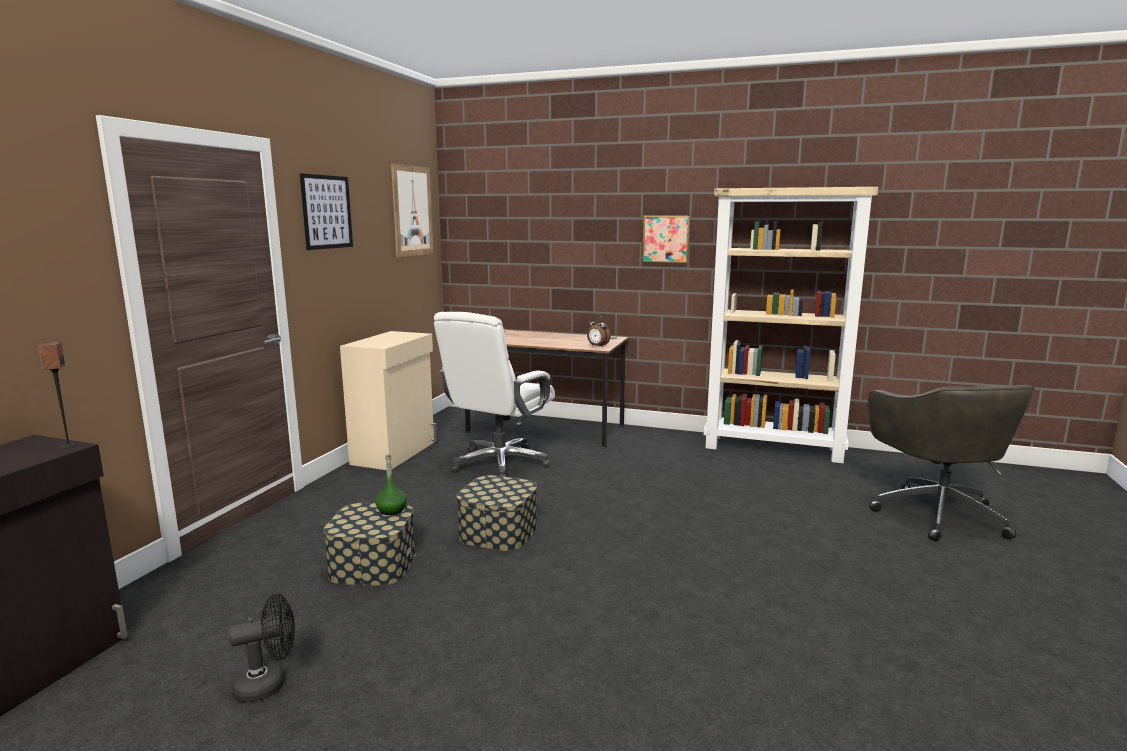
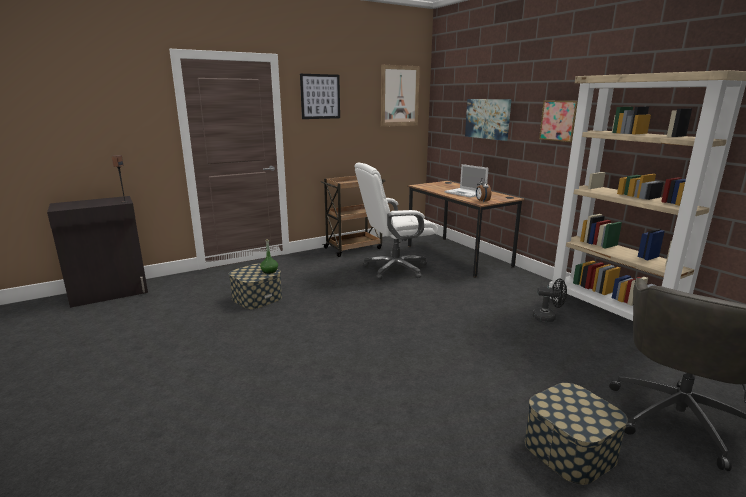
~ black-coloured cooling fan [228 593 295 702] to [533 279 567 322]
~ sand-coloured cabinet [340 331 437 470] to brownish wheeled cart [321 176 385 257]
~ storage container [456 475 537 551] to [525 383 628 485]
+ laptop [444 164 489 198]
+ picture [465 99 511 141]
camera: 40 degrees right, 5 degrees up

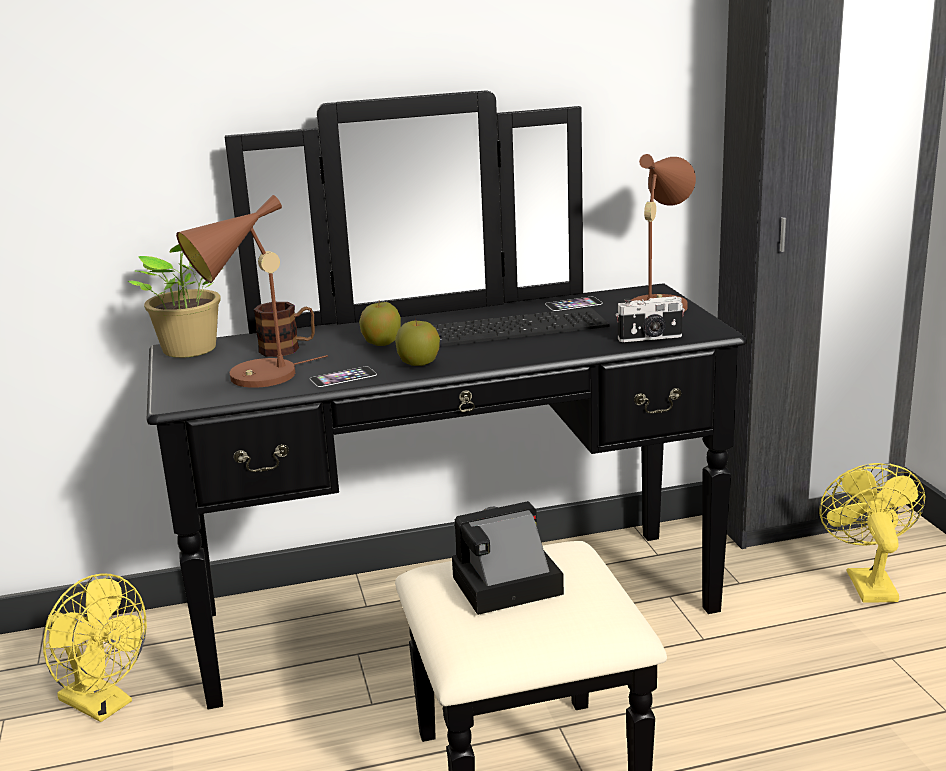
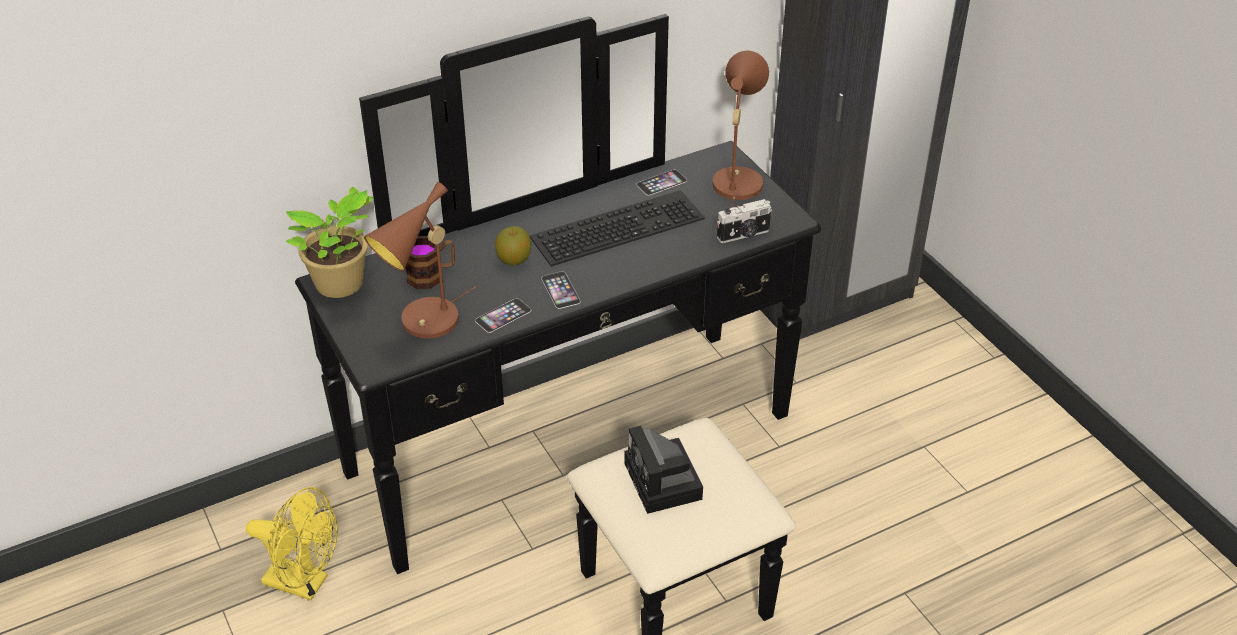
~ apple fruit [395 318 440 366] to handset [541 271 581 309]
~ still camera [452 501 564 615] = [624 426 703 514] 75 degrees counterclockwise
- yellow cooling fan [820 463 925 603]
camera: 15 degrees left, 20 degrees up

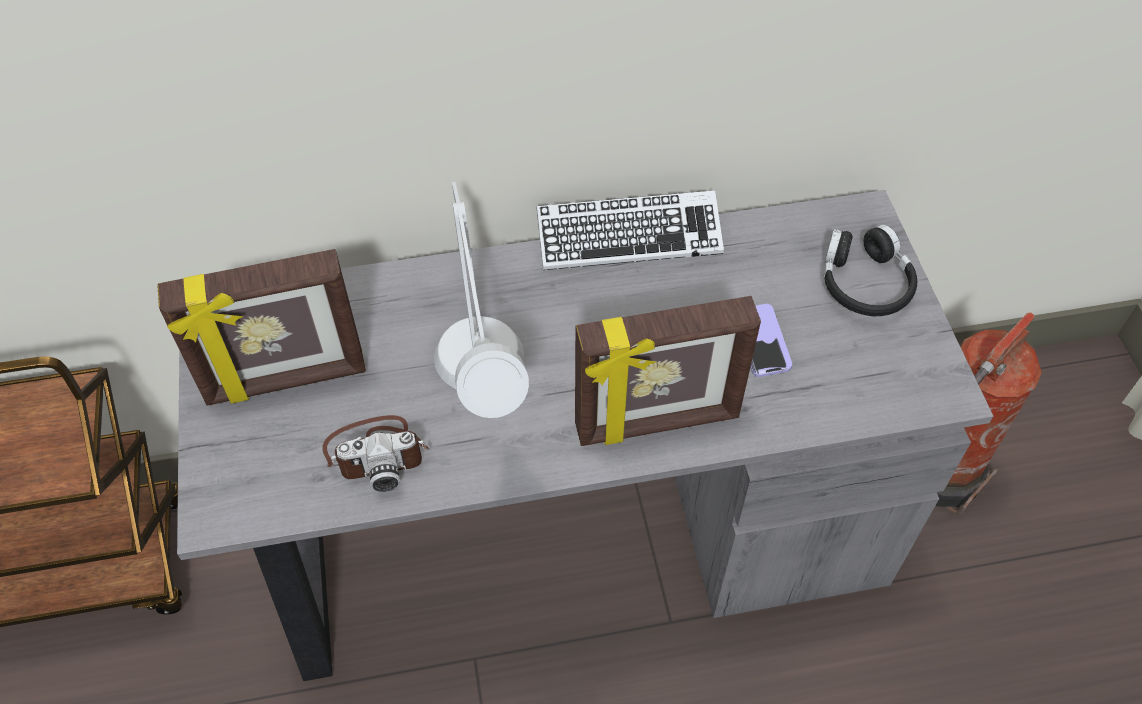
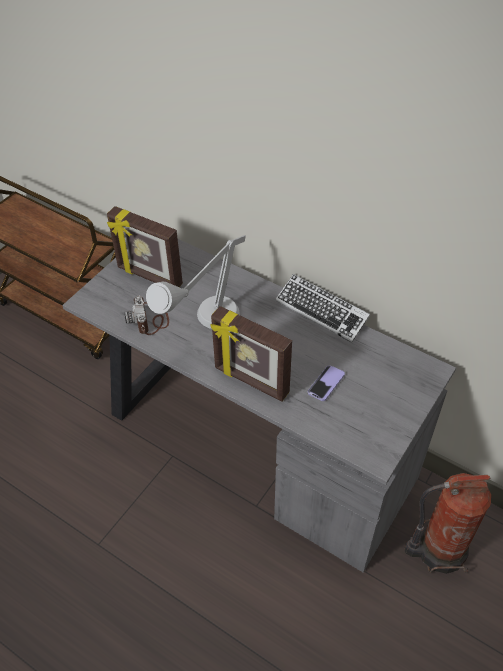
~ still camera [322 415 430 492] = [124 296 169 335] 45 degrees clockwise
- black-coloured headset [824 225 917 316]
camera: 45 degrees right, 5 degrees down

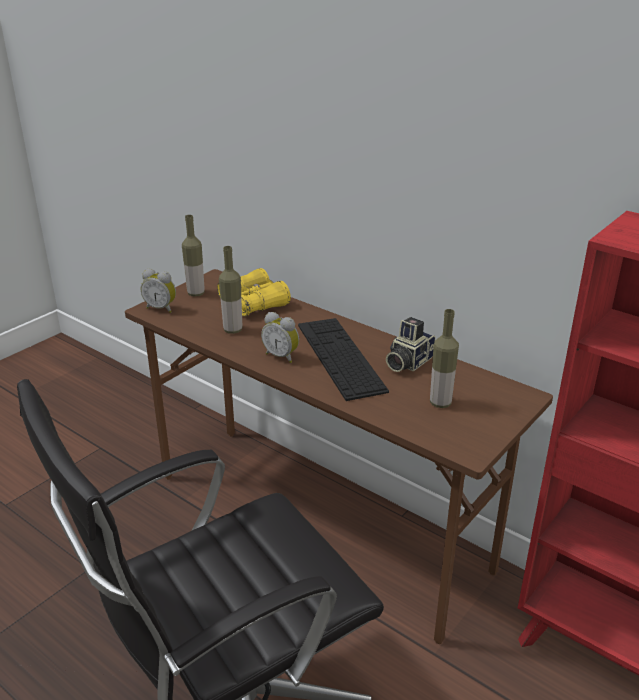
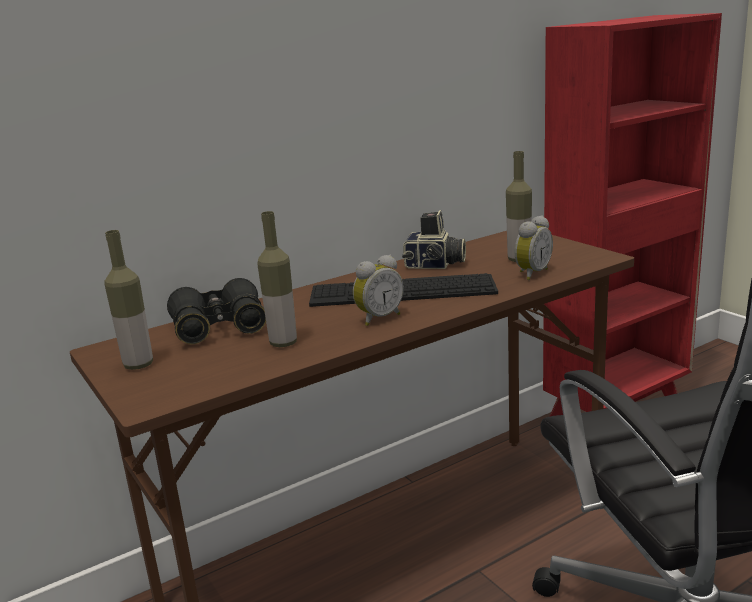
~ alarm clock [141 269 176 313] to [514 215 553 280]
~ yellow binoculars [217 268 291 317] to black-coloured binoculars [167 278 266 344]
~ still camera [386 317 436 372] = [402 210 466 269] 45 degrees counterclockwise
camera: 70 degrees left, 10 degrees down

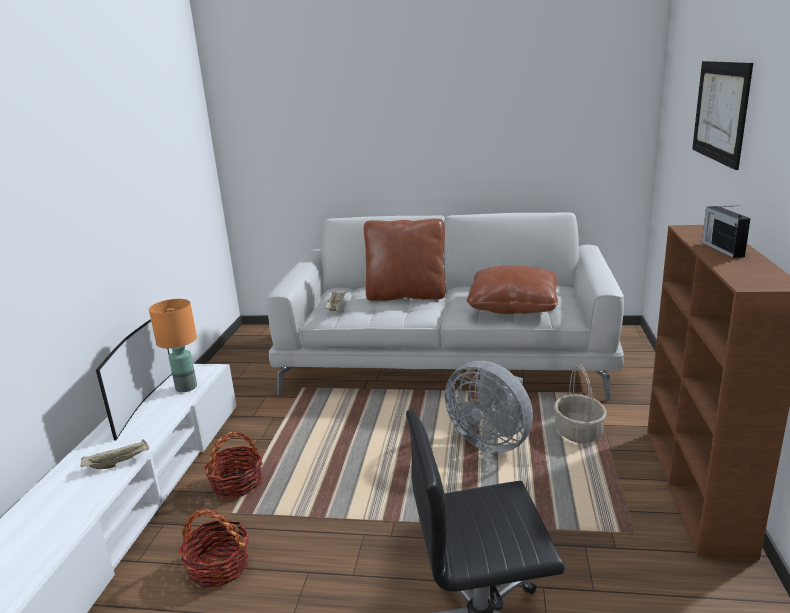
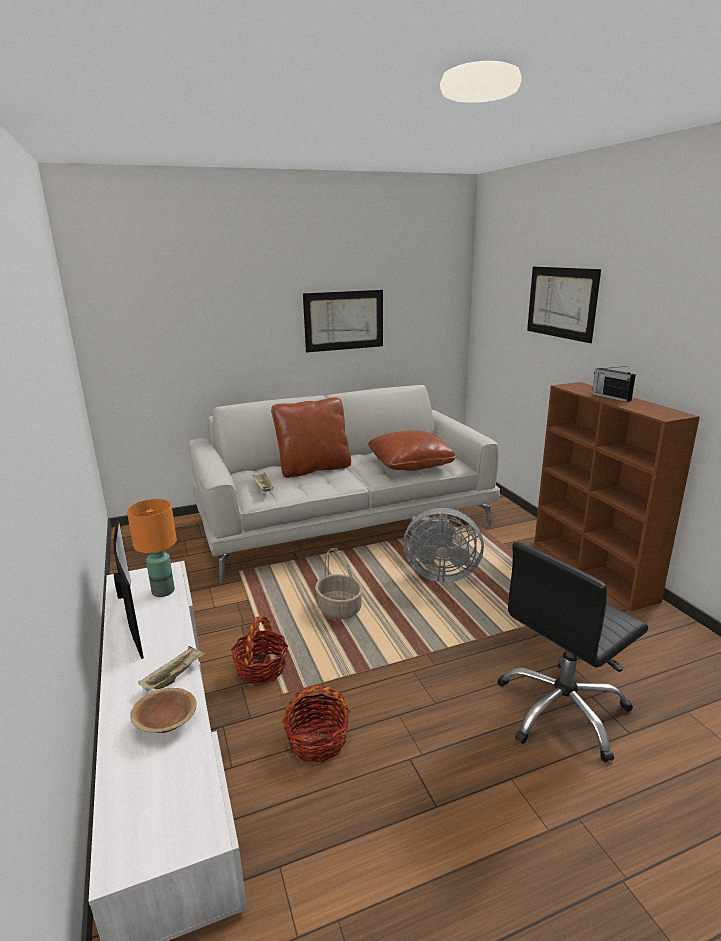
~ basket [554 364 607 443] to [315 548 363 619]
+ brownish deep dish [130 688 197 733]
+ picture [303 290 383 353]
camera: 30 degrees left, 0 degrees up

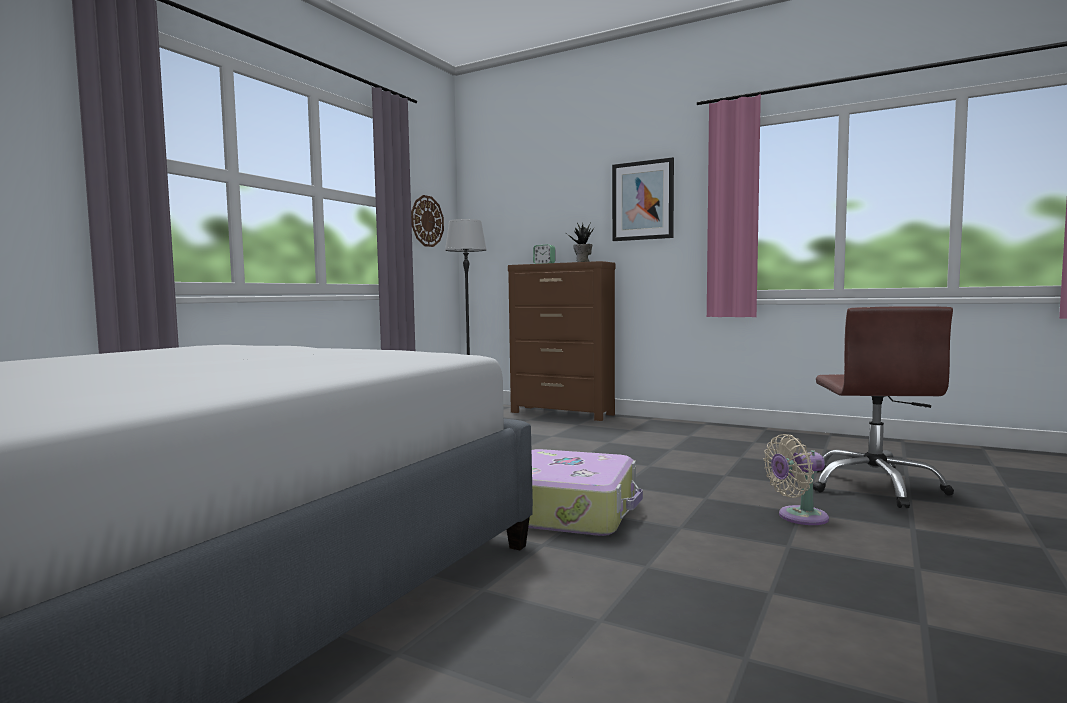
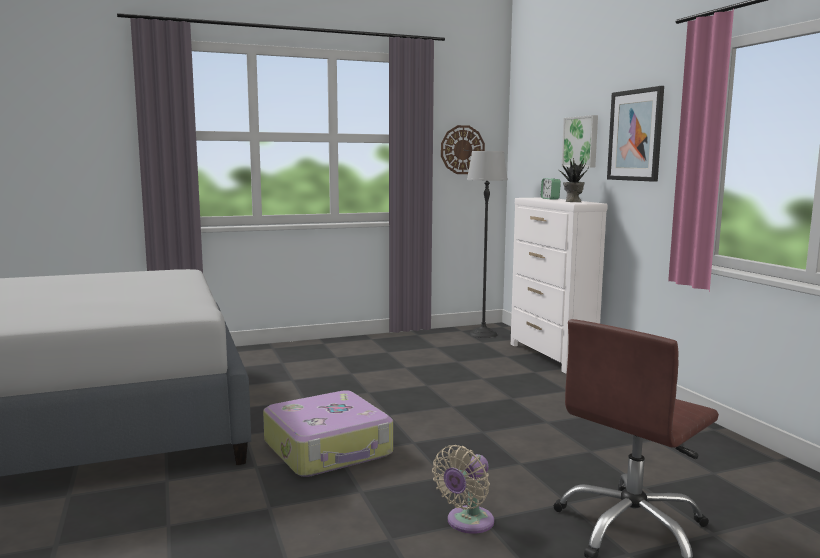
~ brownish dresser [508 261 615 421] to whitish dresser [511 198 608 374]
~ sand-coloured cooling fan [764 434 829 525] = [432 445 494 534] 75 degrees counterclockwise
+ picture [562 115 598 168]
camera: 40 degrees right, 5 degrees up

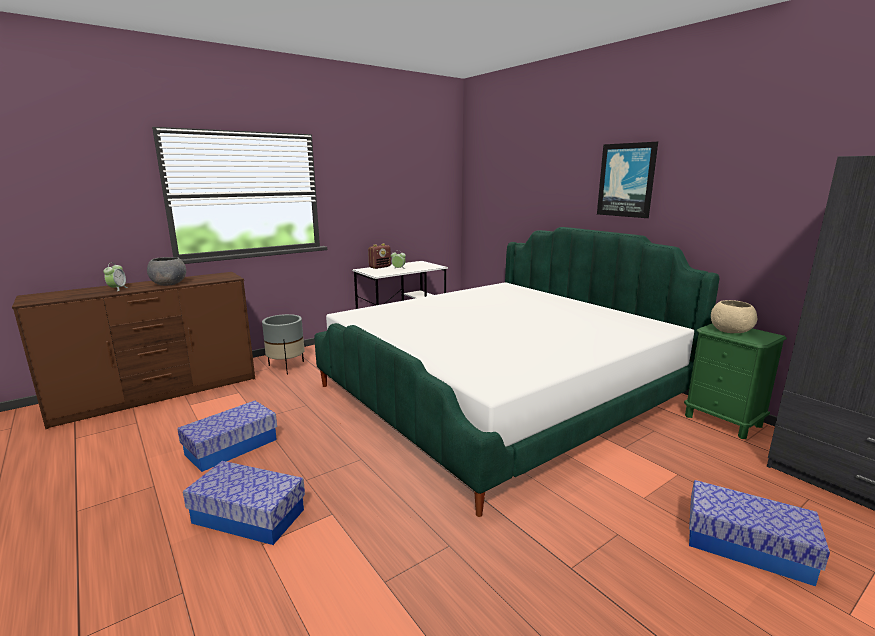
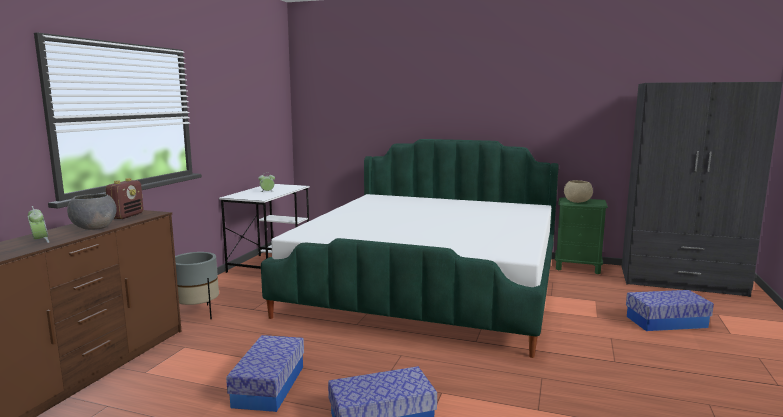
~ radio receiver [368 244 391 269] to [105 178 144 219]
- picture [597 142 658 218]
camera: 35 degrees left, 5 degrees down

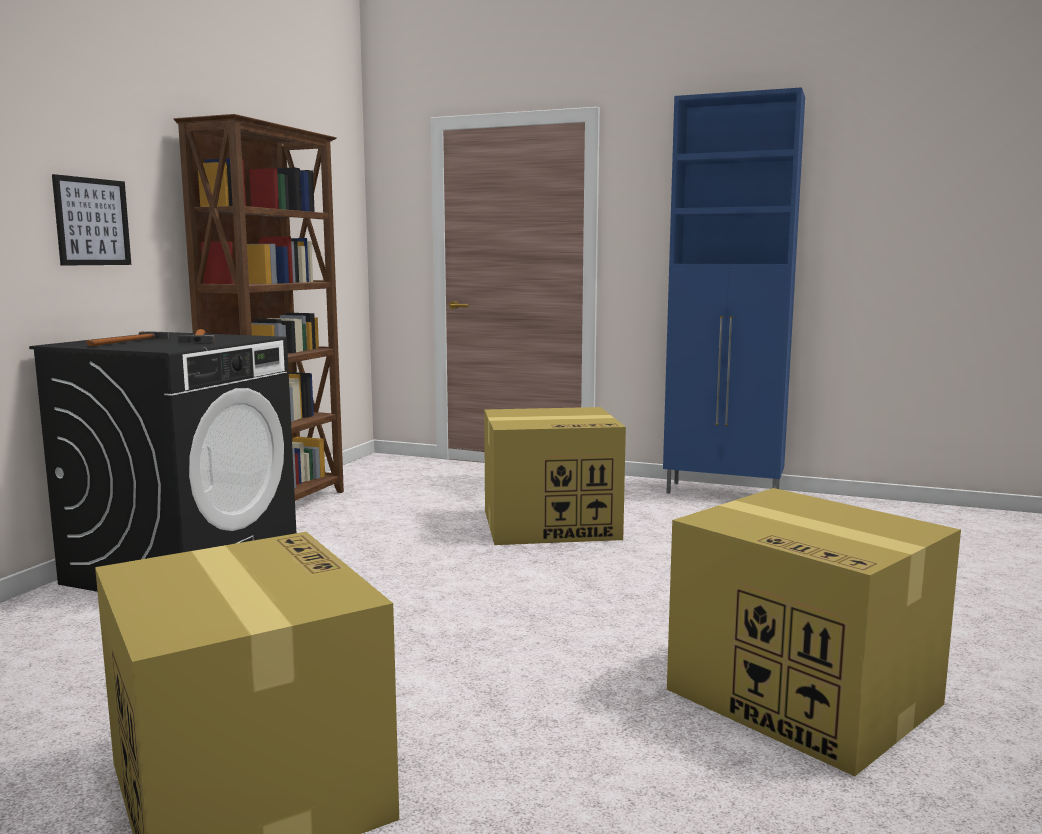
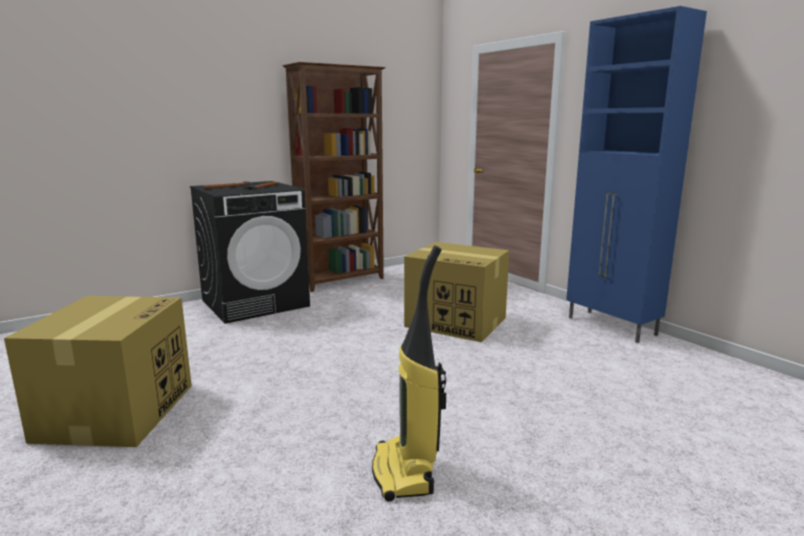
- picture [52 174 131 266]
~ carton [667 488 961 776] to vacuum [372 245 446 502]
camera: 35 degrees right, 5 degrees up

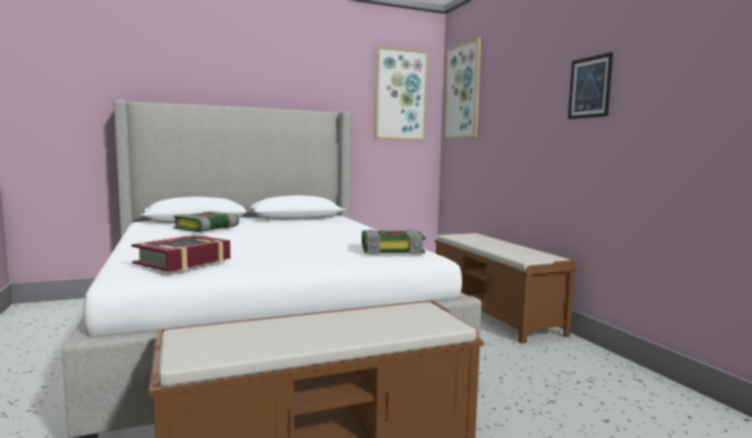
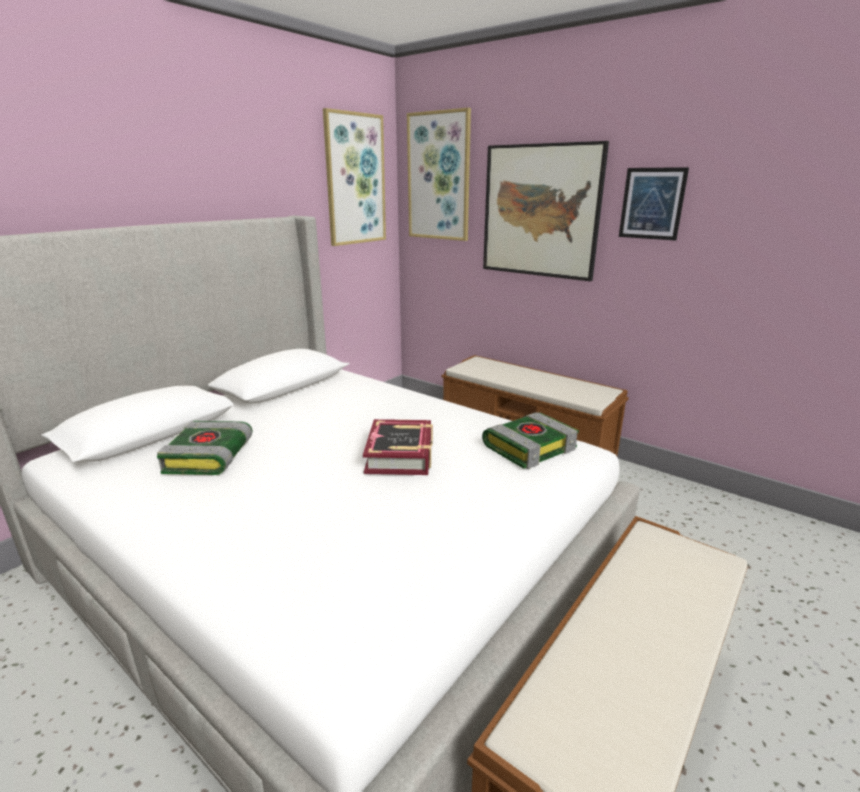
~ bound book [132 235 231 272] to [363 419 433 475]
+ picture [483 141 609 281]
camera: 30 degrees left, 15 degrees up

